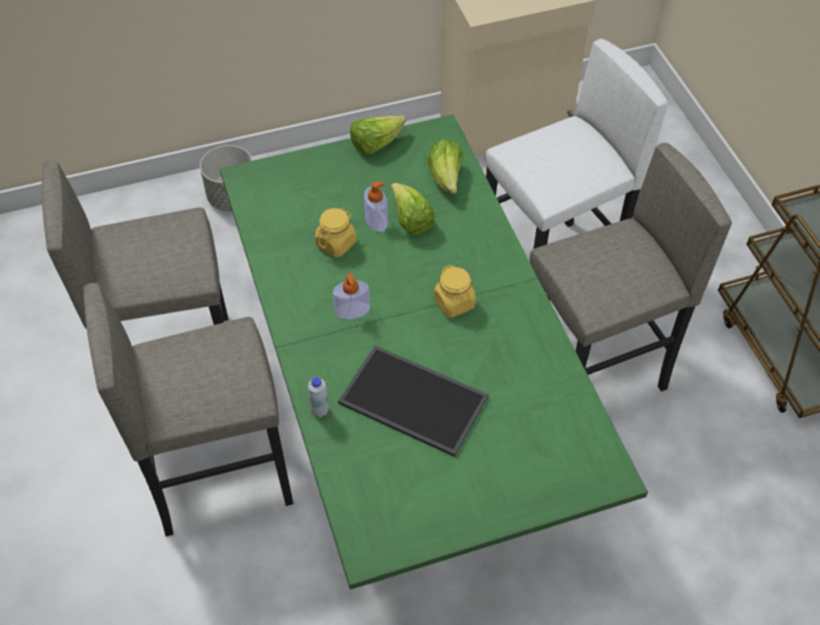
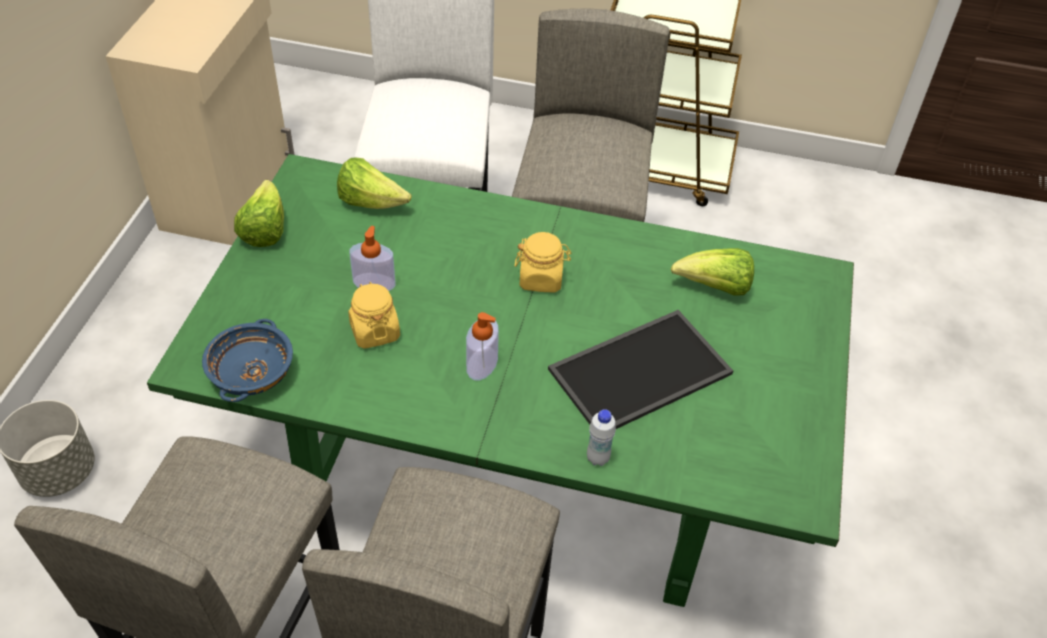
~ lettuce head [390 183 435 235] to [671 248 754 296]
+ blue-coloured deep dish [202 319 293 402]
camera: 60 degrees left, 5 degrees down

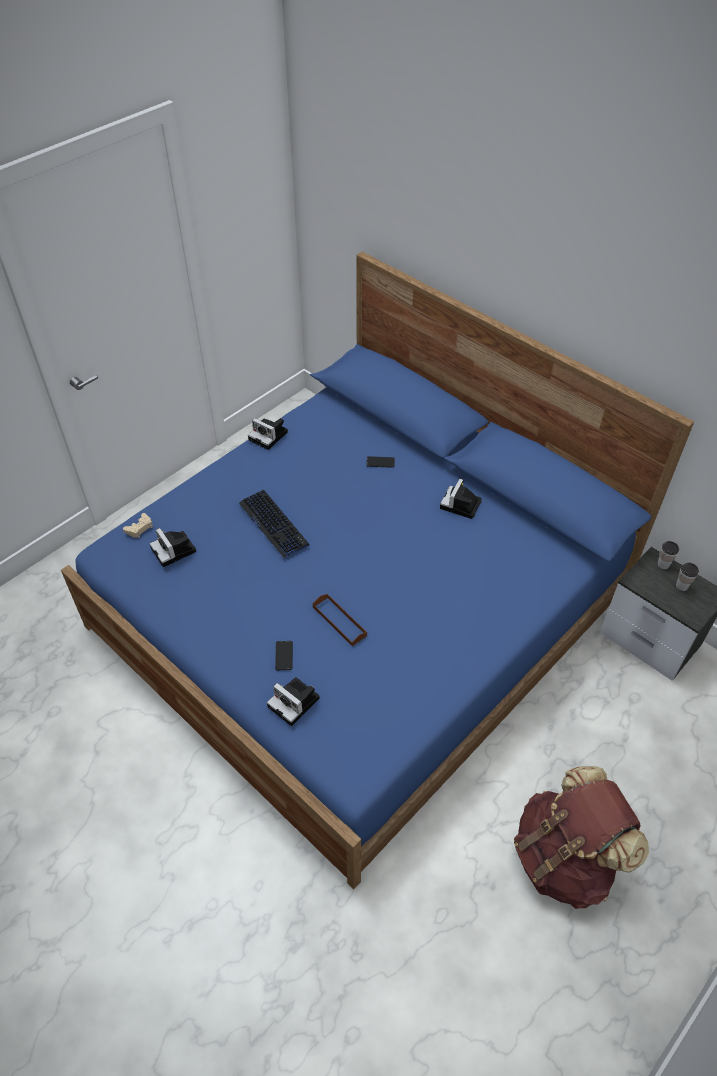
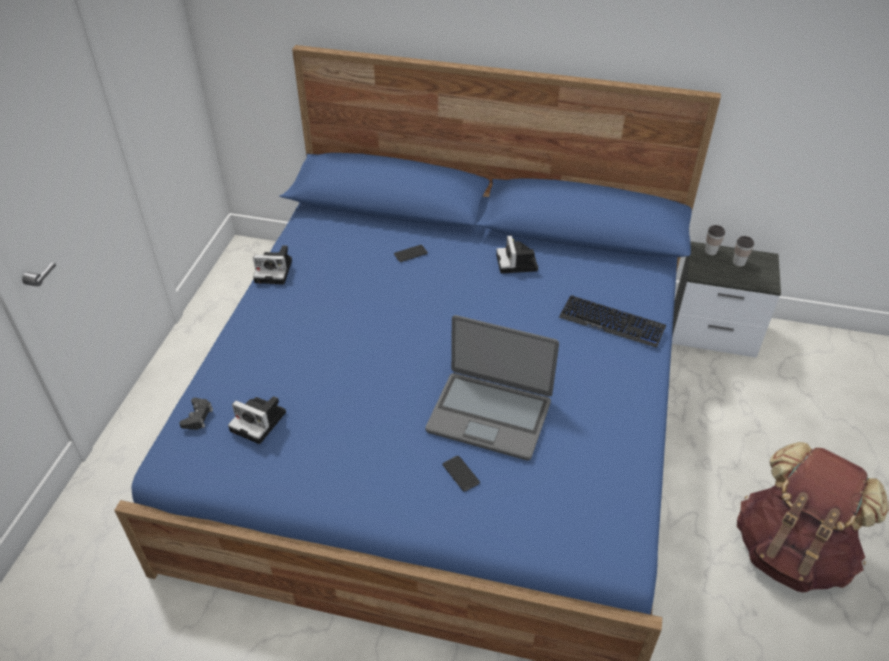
~ sand-coloured gamepad [123 513 153 538] to black-coloured gamepad [179 398 213 430]
~ PC keyboard [239 490 309 558] to [559 295 666 348]
- still camera [267 677 320 726]
~ brownish serving tray [313 594 367 646] to laptop [426 315 559 461]
camera: 30 degrees left, 5 degrees down

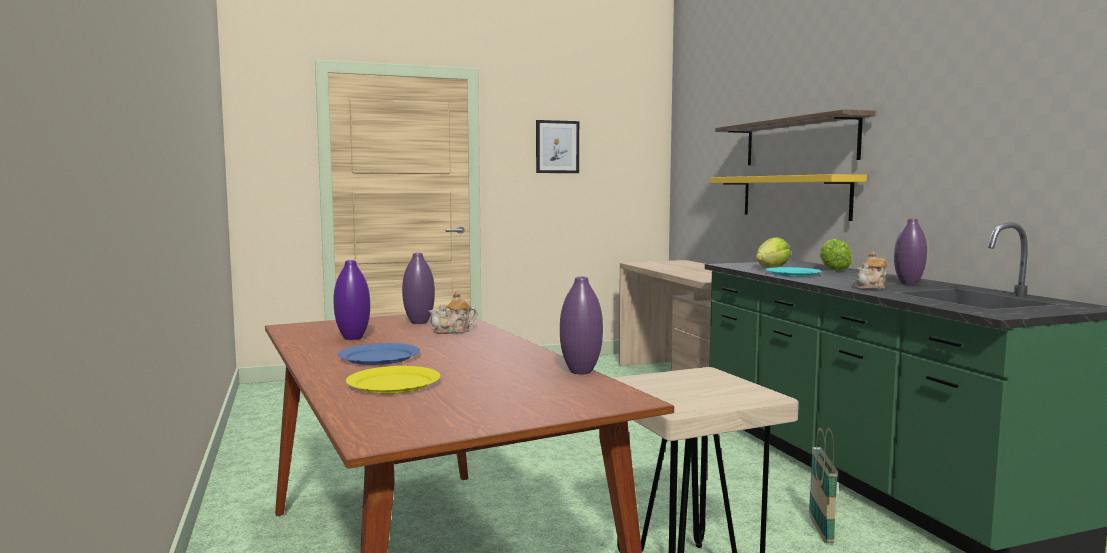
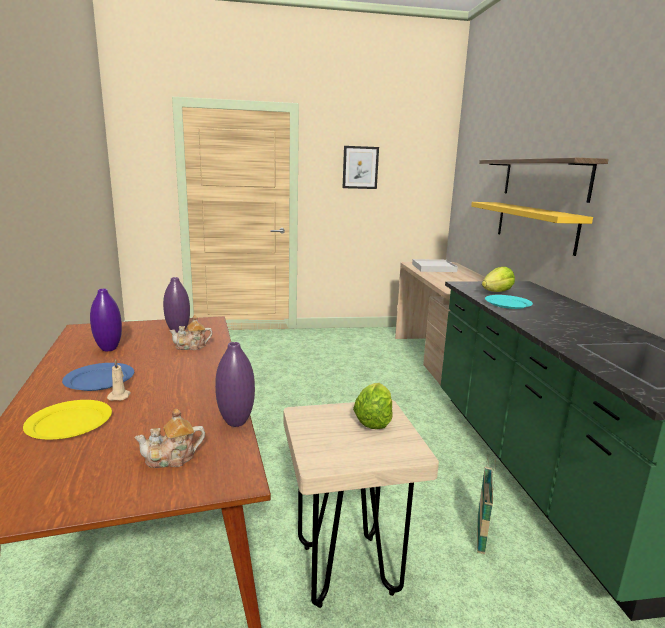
~ lettuce head [820 239 852 271] to [353 383 393 429]
~ tea pot [855 251 887 289] to [134 408 205 468]
- purplish vase [894 218 927 285]
+ sand-coloured wax light [107 359 131 401]
+ whitish serving tray [412 259 458 272]
camera: 10 degrees right, 10 degrees up

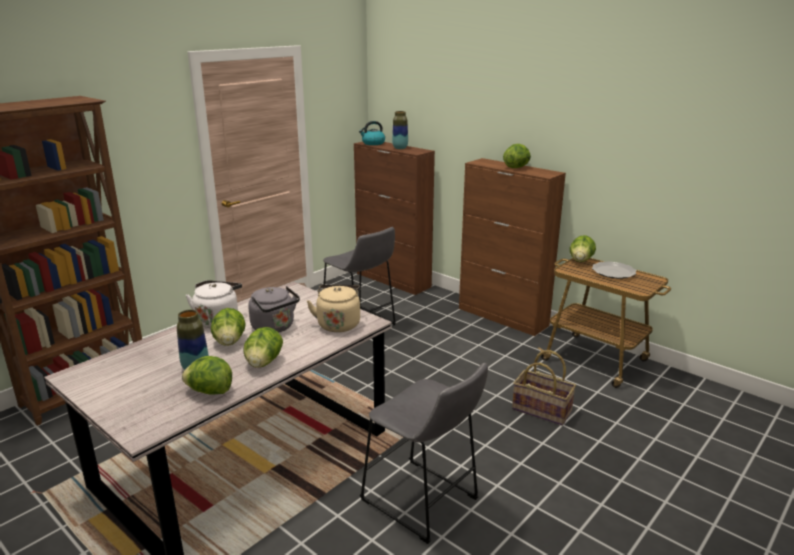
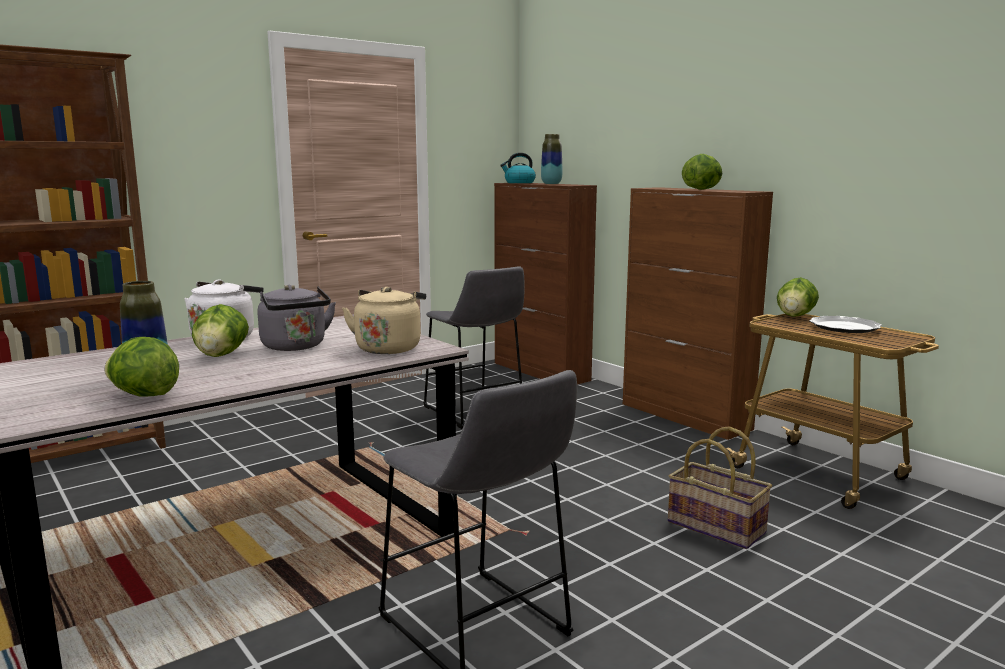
- lettuce head [243 327 283 368]
camera: 10 degrees right, 10 degrees down

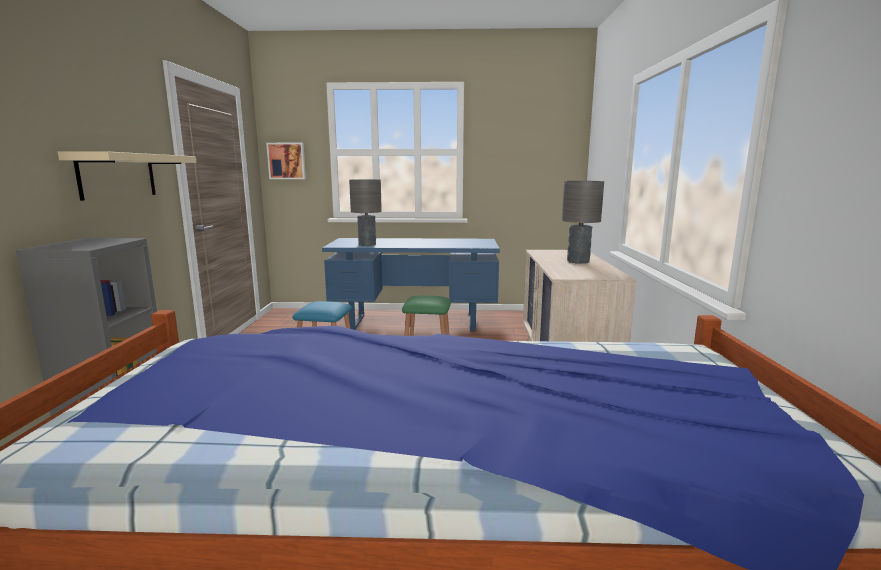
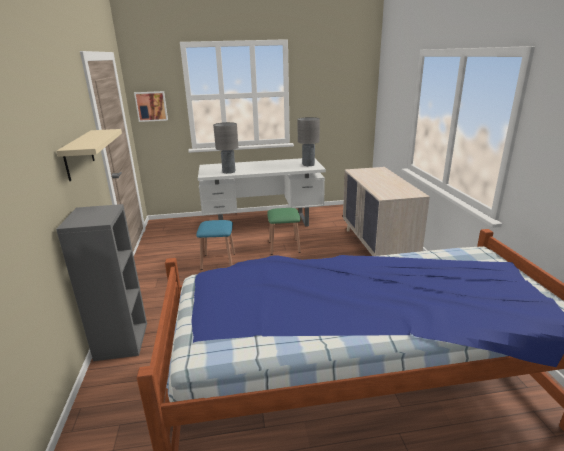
~ blue-coloured desk table [322 238 500 331] to whitish desk table [198 158 326 227]
~ gray tabletop lamp [562 181 604 264] to [297 117 320 166]
camera: 10 degrees left, 10 degrees up

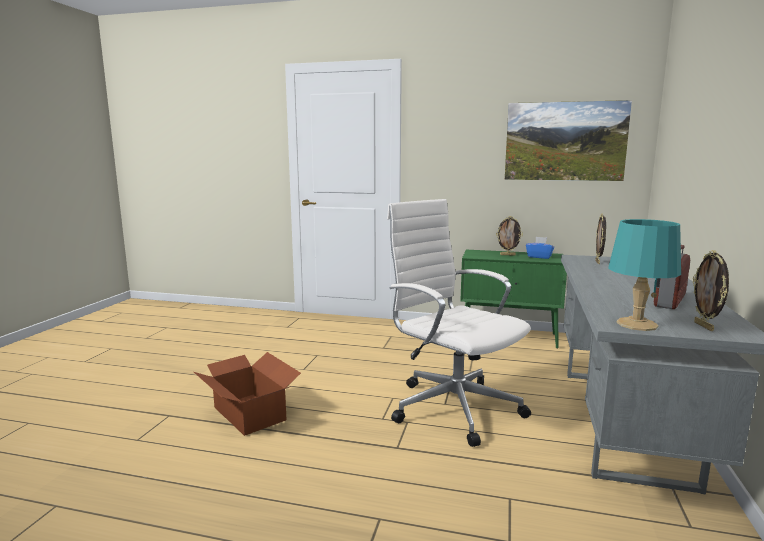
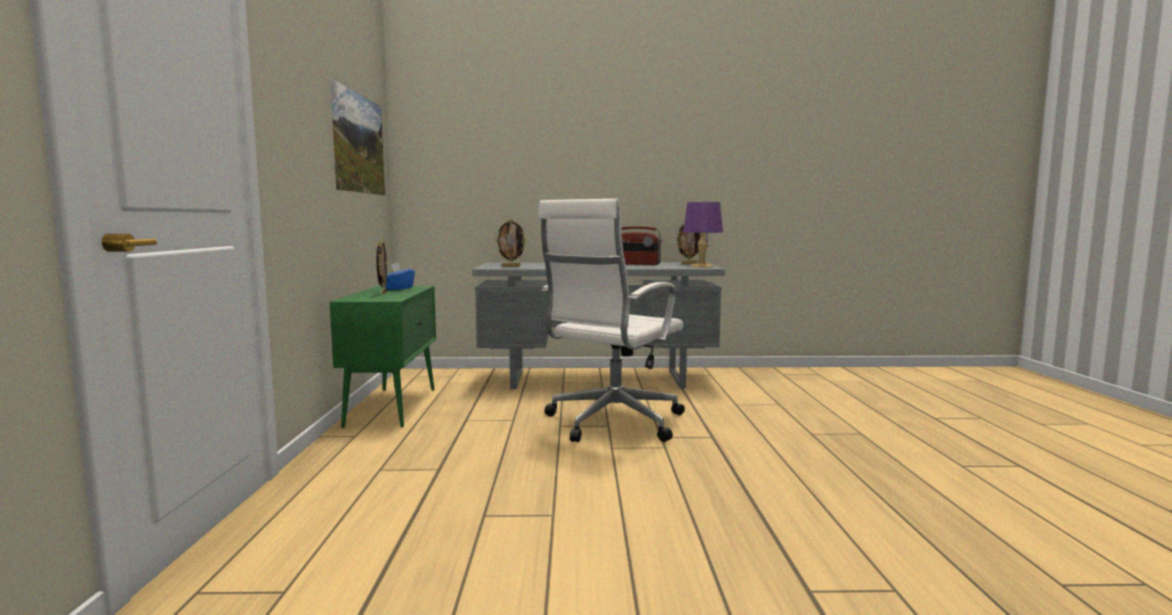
- carton [194 352 301 436]
~ blue-green tabletop lamp [609 219 681 331] to purplish tabletop lamp [683 202 723 268]
camera: 105 degrees left, 5 degrees down

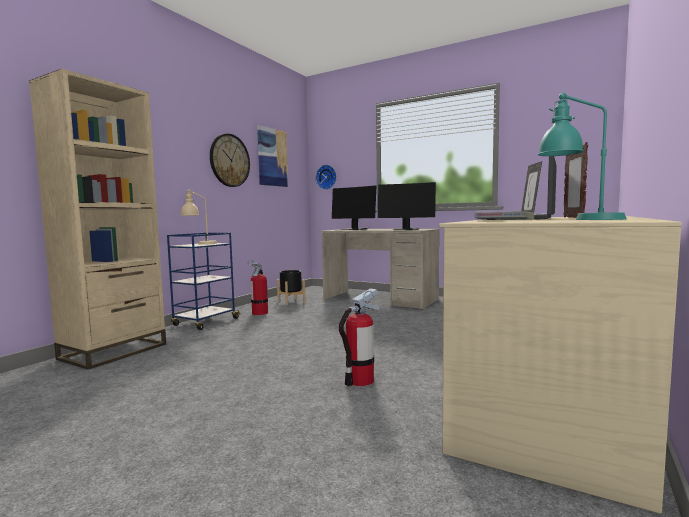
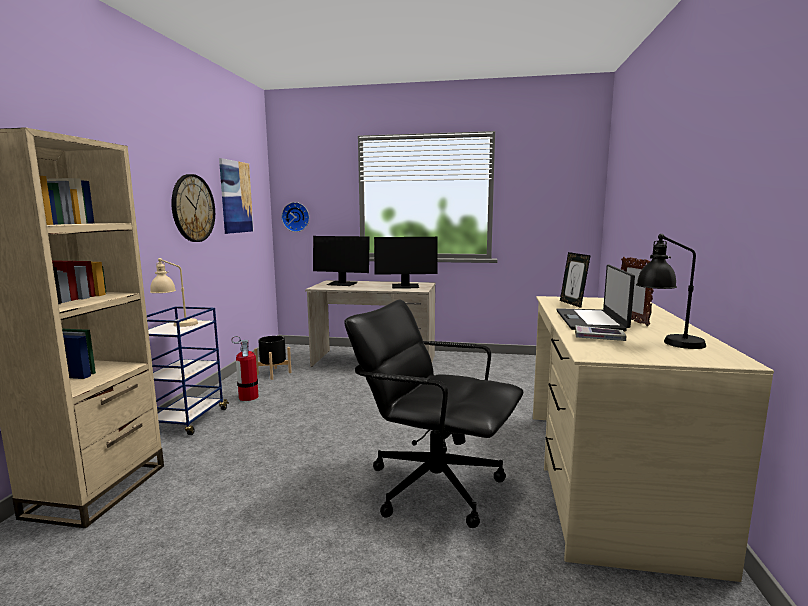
~ fire-fighting cylinder [339 288 379 386] to black-coloured office chair [345 299 524 528]
~ blue-green tabletop lamp [538 93 626 220] to black-coloured tabletop lamp [636 234 706 349]
camera: 20 degrees left, 5 degrees up

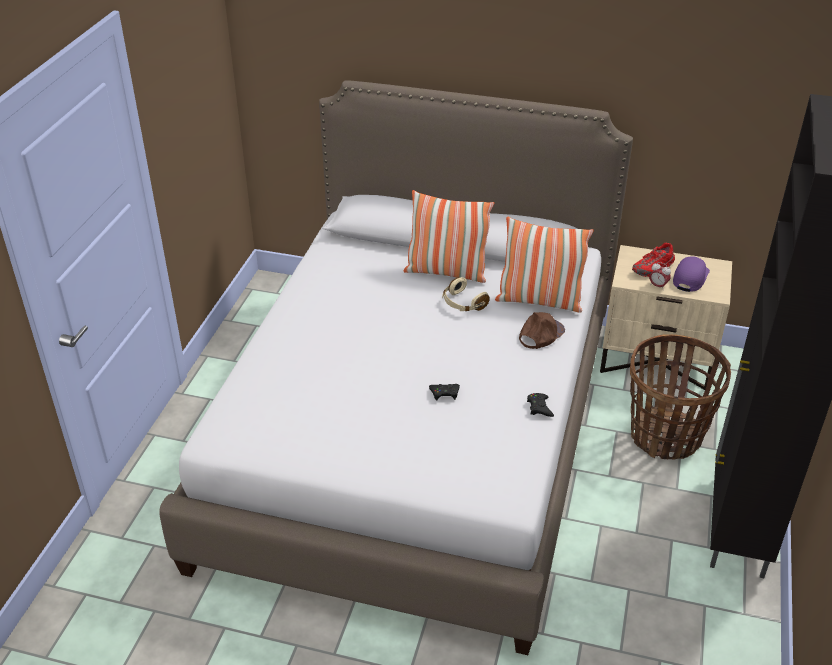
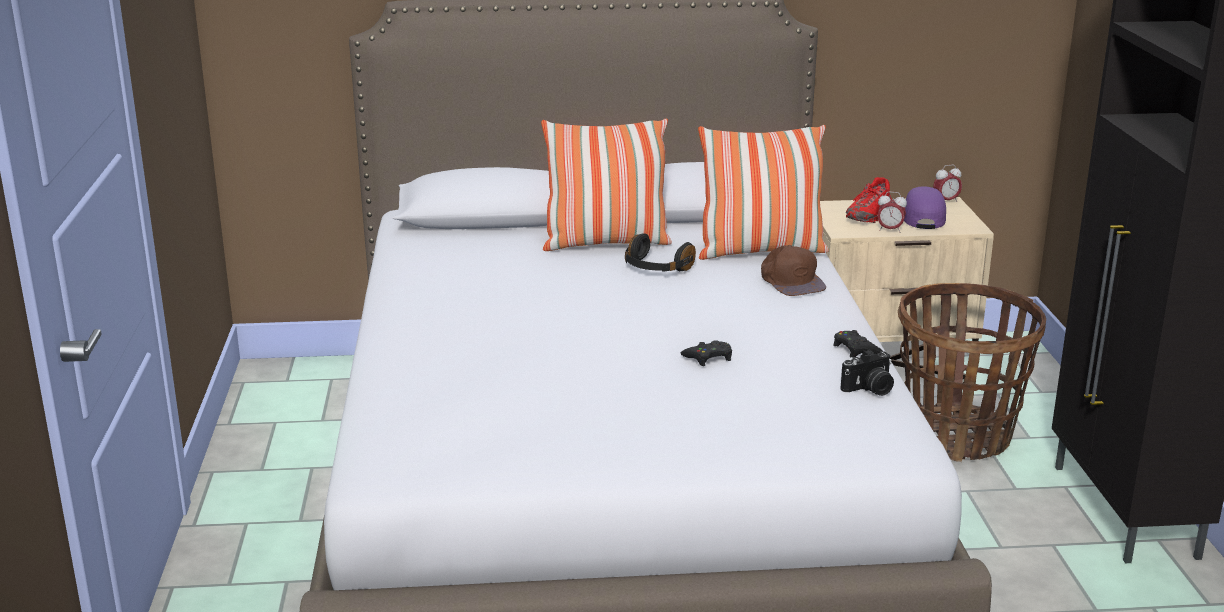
~ sand-coloured headset [442 277 490 311] to black-coloured headset [625 233 696 272]
~ brownish baseball cap [519 312 565 349] = [761 245 826 296] 135 degrees clockwise
+ still camera [840 350 894 396]
+ alarm clock [933 165 962 202]
camera: 20 degrees left, 15 degrees down

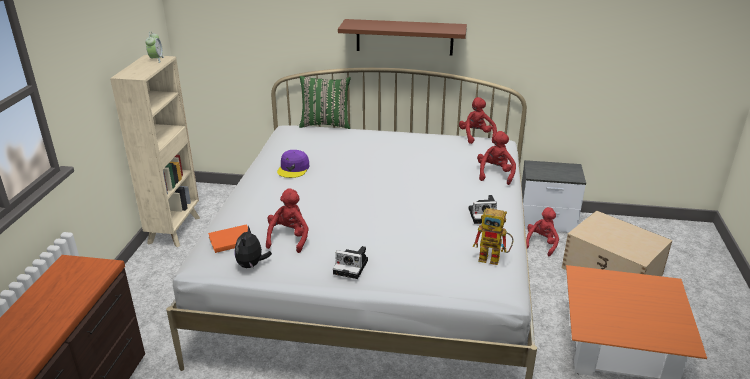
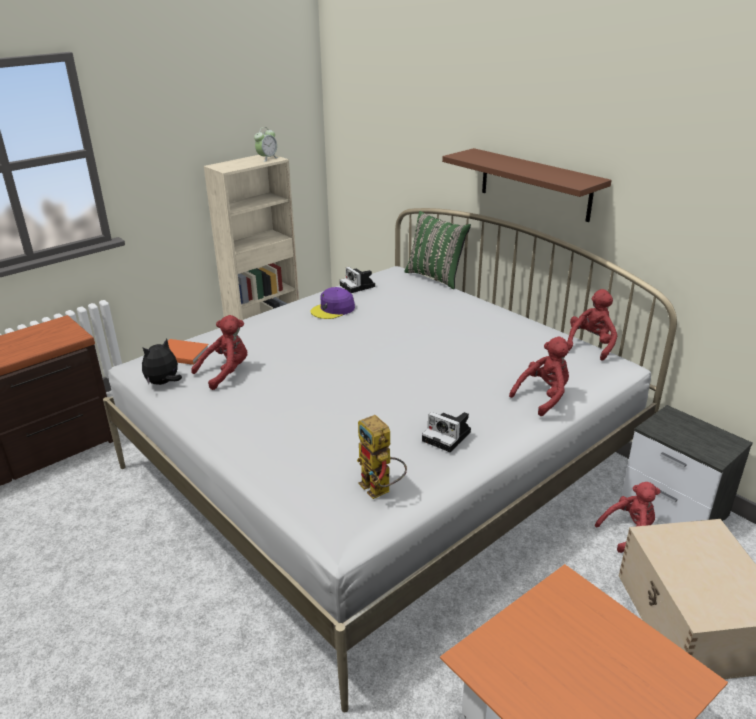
~ still camera [333 246 368 279] to [340 267 375 293]
camera: 40 degrees right, 0 degrees up

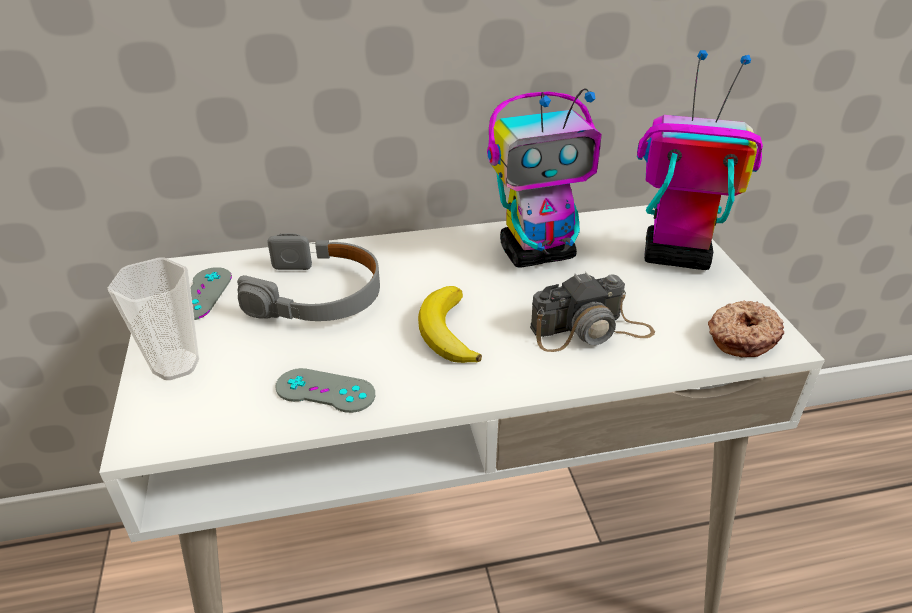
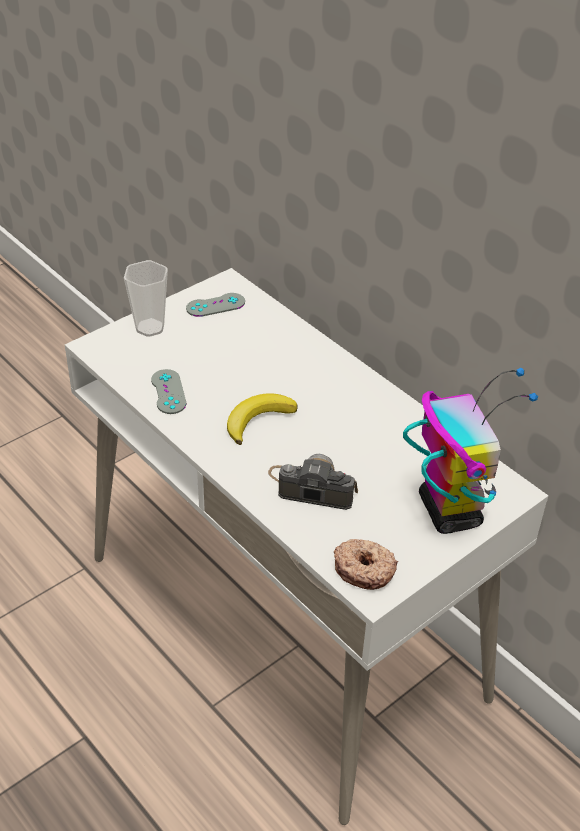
- gray headset [237 233 380 321]
- robot figure [487 88 602 268]
~ still camera [530 271 655 352] = [268 454 358 510] 150 degrees clockwise
camera: 60 degrees right, 5 degrees up

